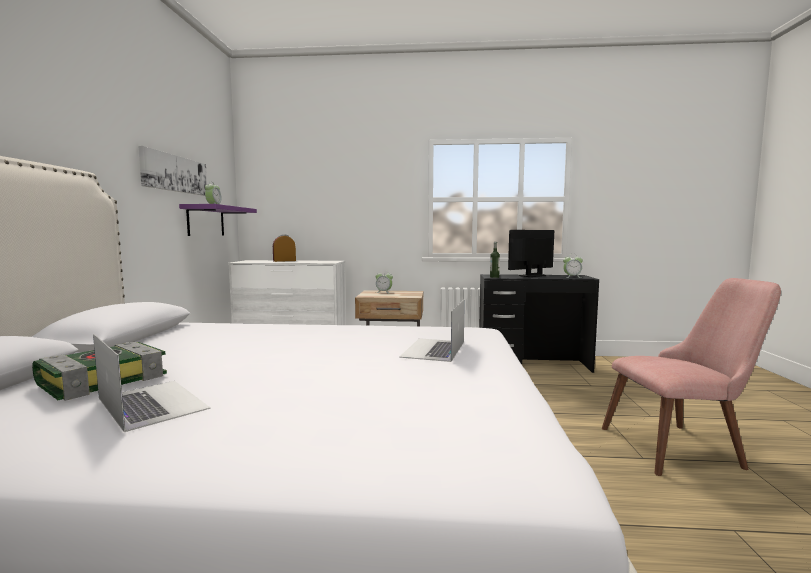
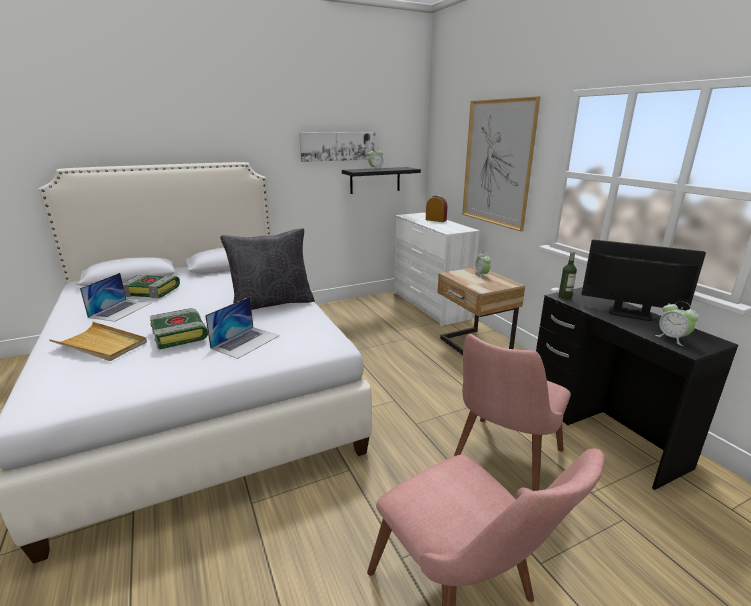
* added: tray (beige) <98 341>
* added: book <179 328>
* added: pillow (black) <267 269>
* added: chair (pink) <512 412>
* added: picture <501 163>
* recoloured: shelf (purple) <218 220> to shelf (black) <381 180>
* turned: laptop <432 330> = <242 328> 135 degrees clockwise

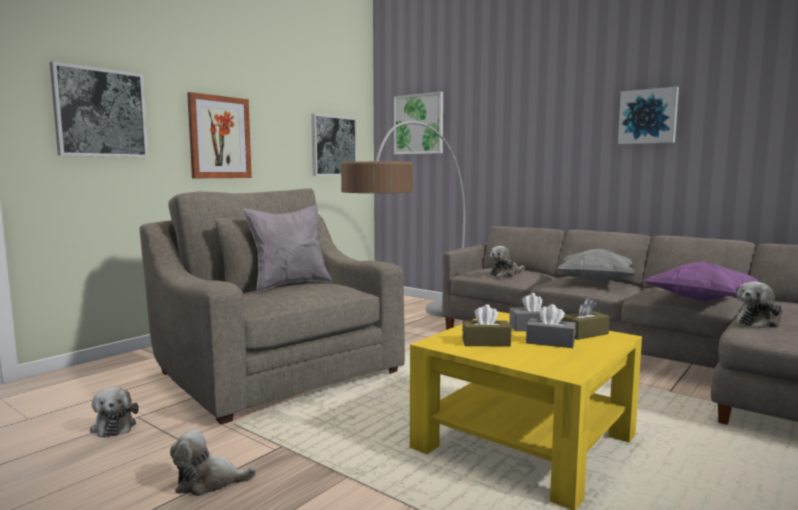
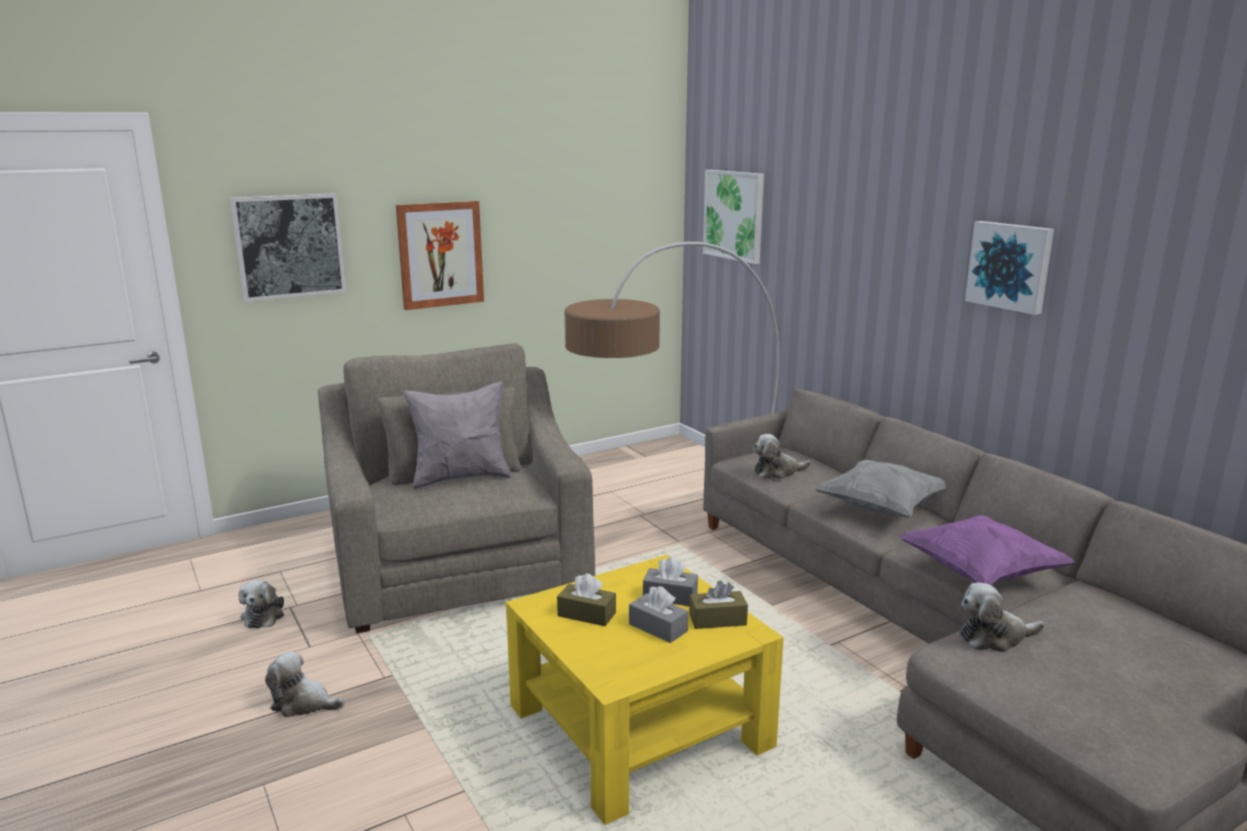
* removed: picture <334 144>

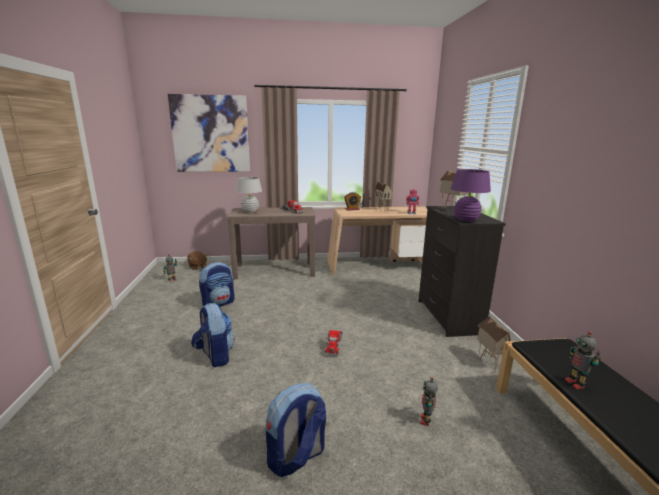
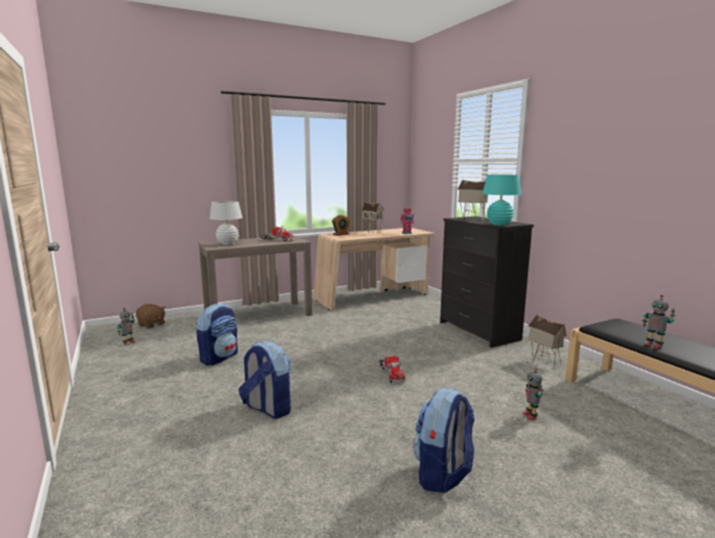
* removed: picture <209 133>
* recoloured: table lamp (purple) <471 195> to table lamp (turquoise) <501 200>

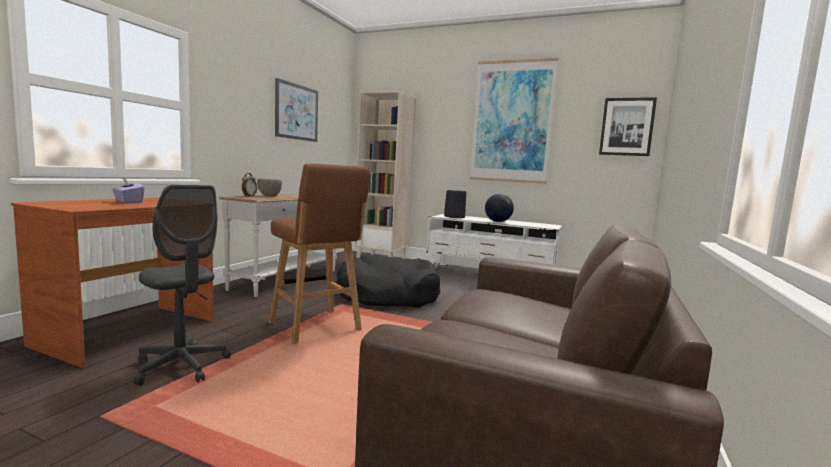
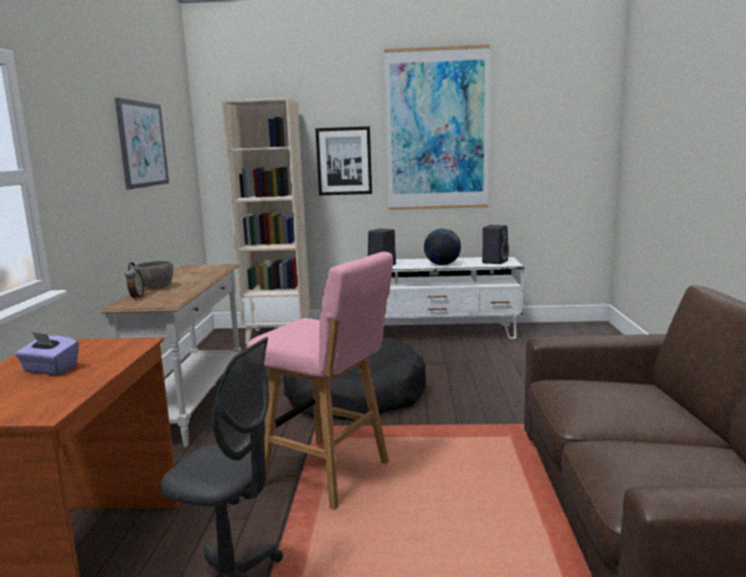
* added: speaker (black) <495 244>
* moved: picture <628 126> to <343 161>
* recoloured: stool (brown) <319 254> to stool (pink) <319 381>

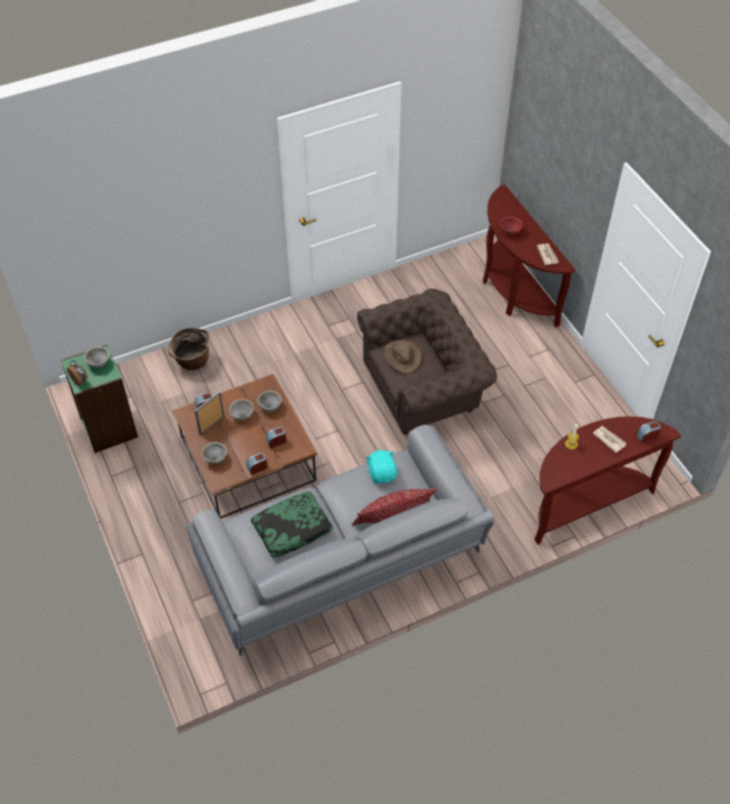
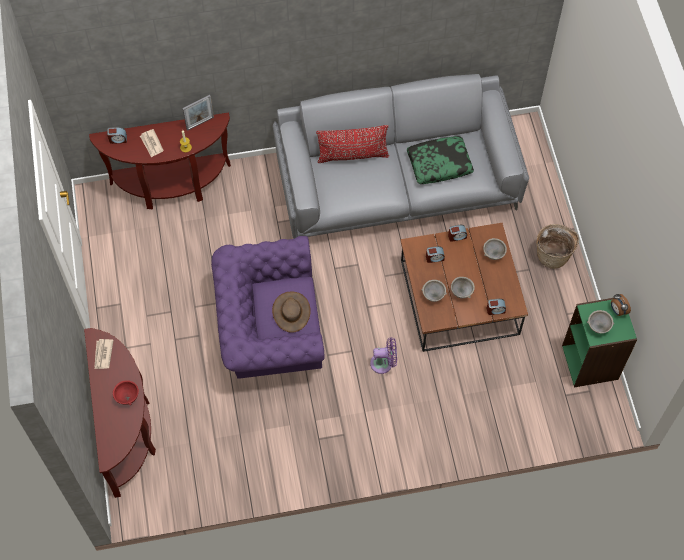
* removed: plush toy (turquoise) <381 467>
* added: fan (purple) <383 355>
* moved: basket <189 349> to <557 246>
* moved: picture frame <210 413> to <198 113>
* recoloured: armchair (brown) <427 361> to armchair (purple) <268 307>

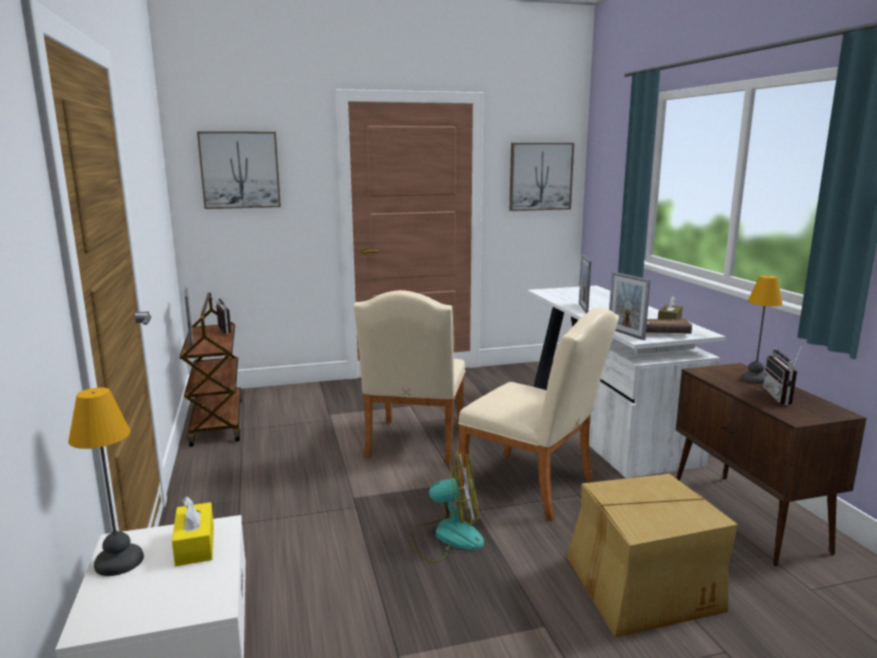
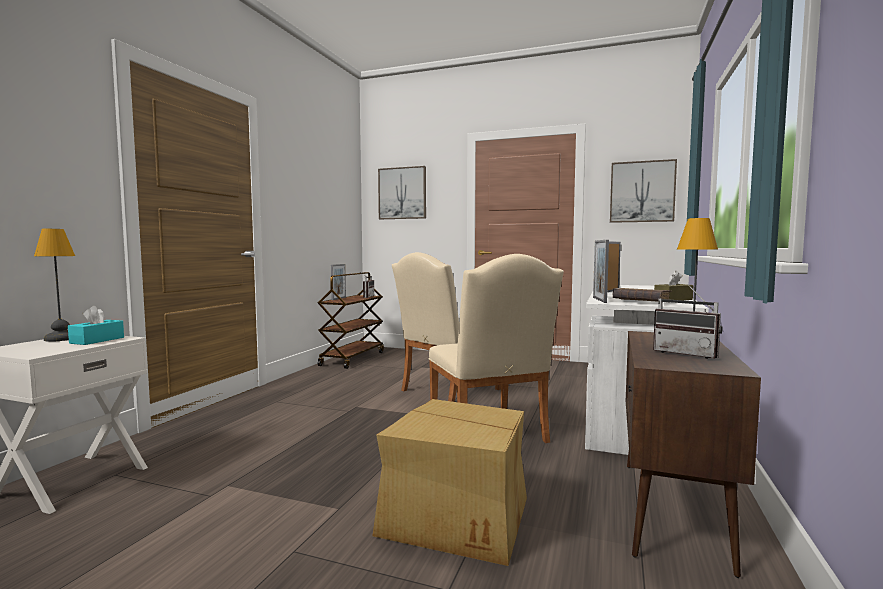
* removed: fan <446 506>
* recoloured: tissue box (yellow) <193 531> to tissue box (turquoise) <96 325>
* turned: radio <783 374> = <688 322> 90 degrees counterclockwise

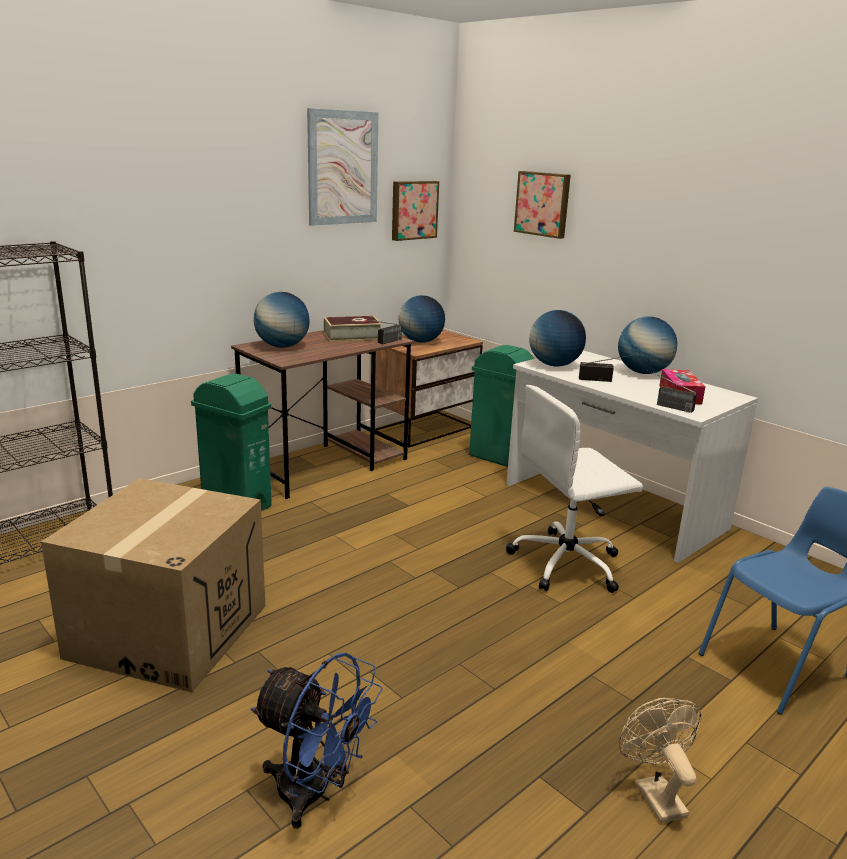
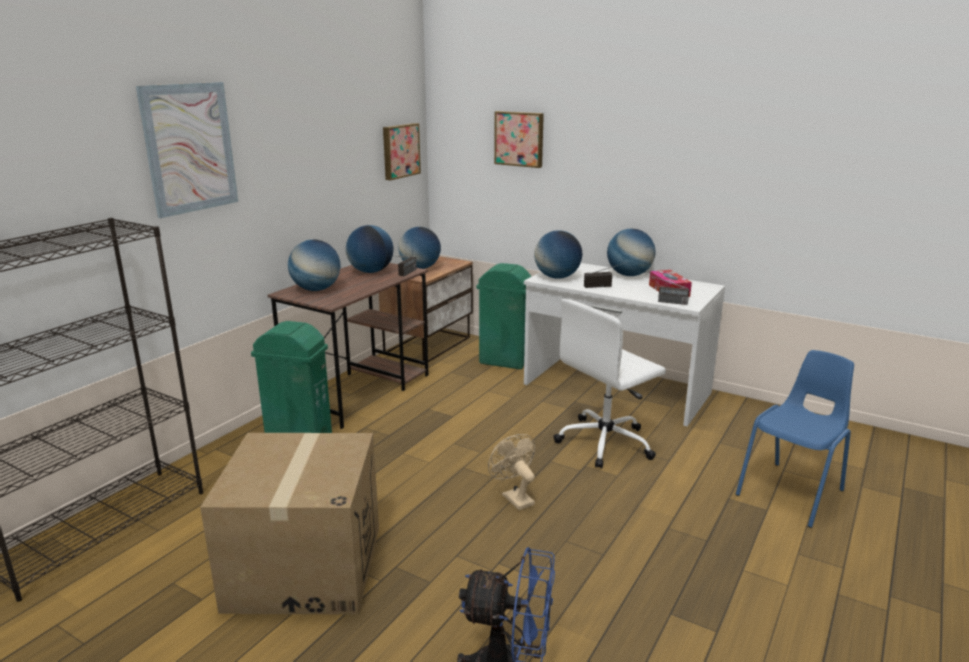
* moved: picture <342 167> to <187 150>
* moved: fan (beige) <660 760> to <511 472>
* replaced: book <353 329> to globe <369 249>

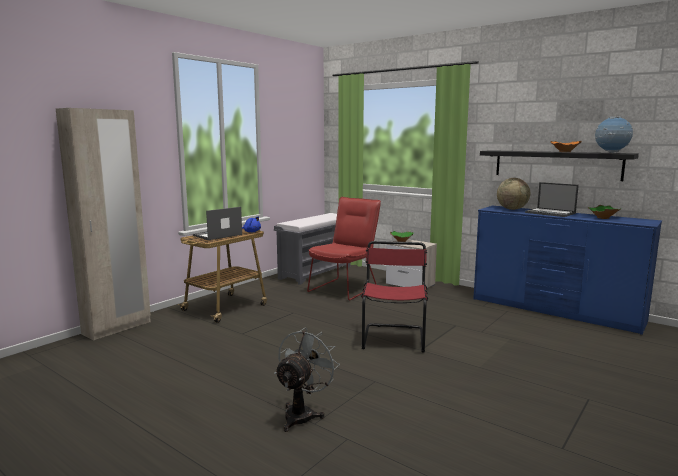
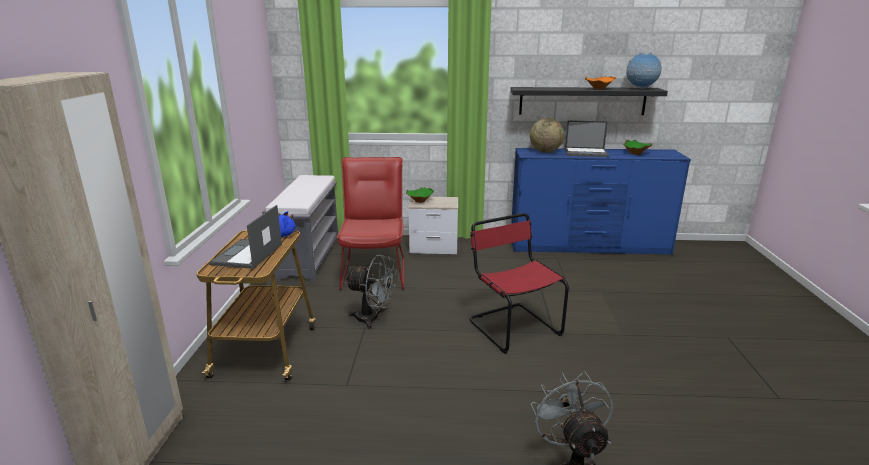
* added: fan (grey) <371 292>

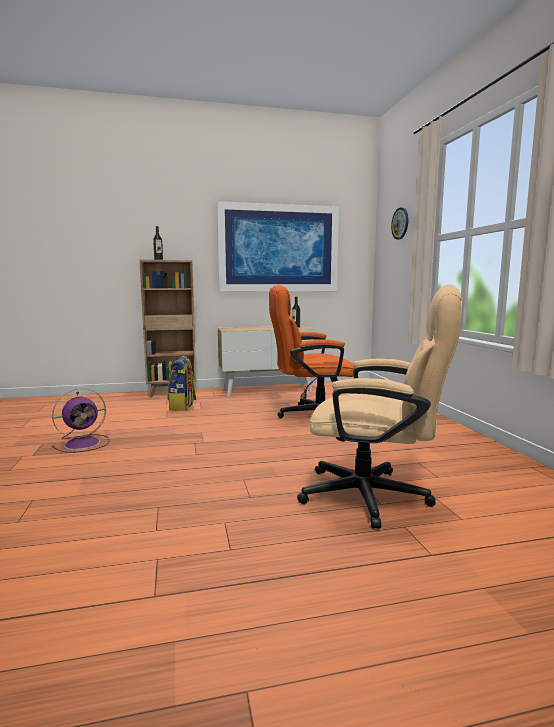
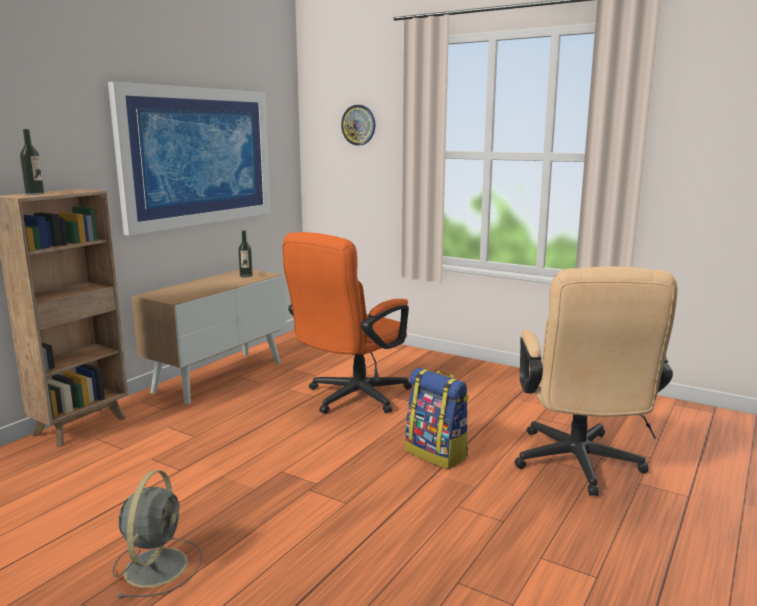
* moved: backpack <182 383> to <437 418>
* recoloured: fan (purple) <81 420> to fan (grey) <157 534>
* turned: office chair (beige) <380 406> = <595 381> 120 degrees clockwise

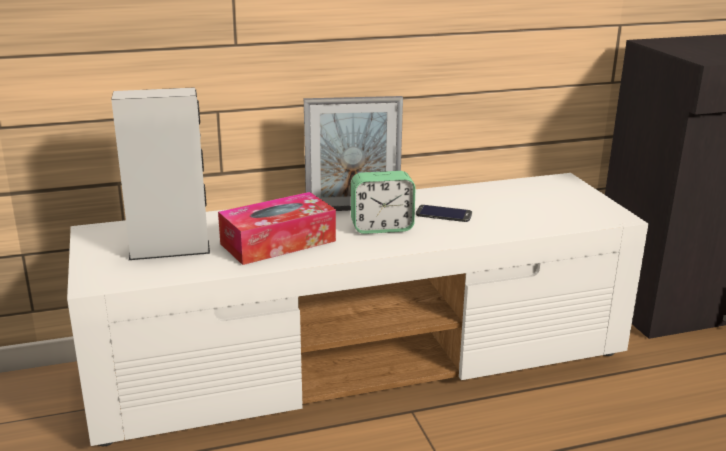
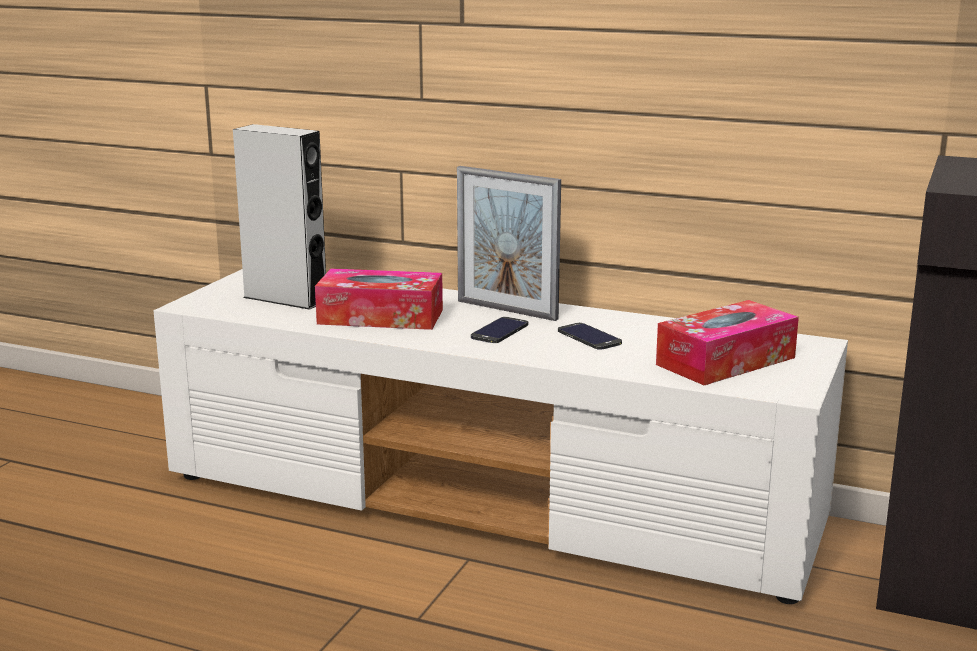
* added: tissue box <727 342>
* replaced: alarm clock <383 202> to phone <499 330>

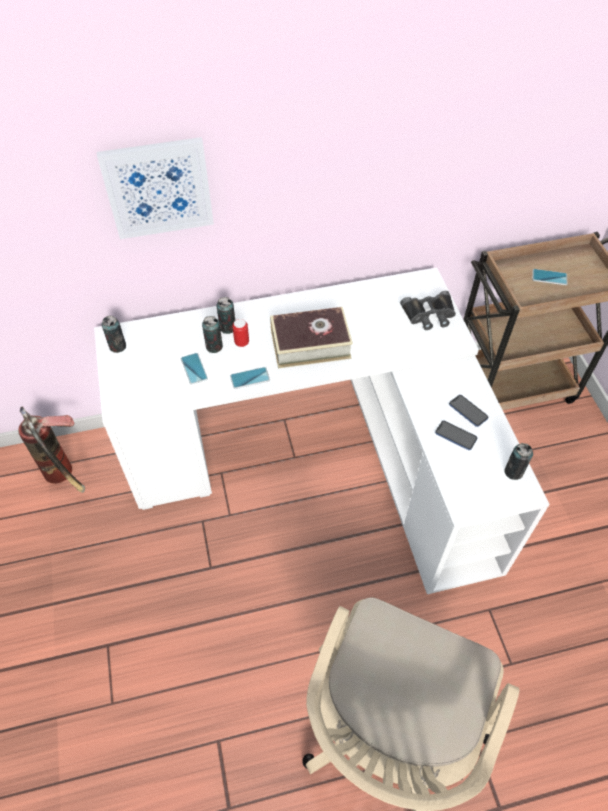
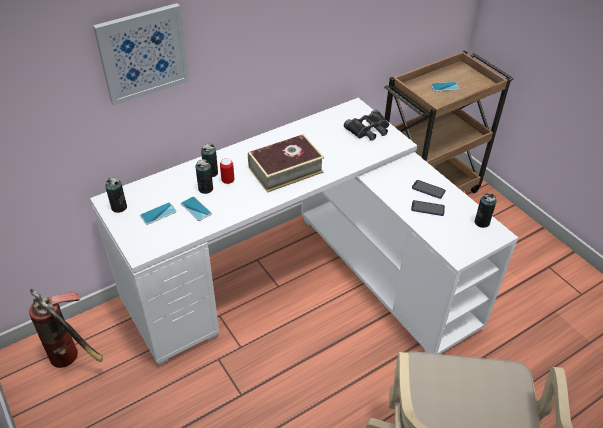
* moved: phone <250 378> to <158 213>

